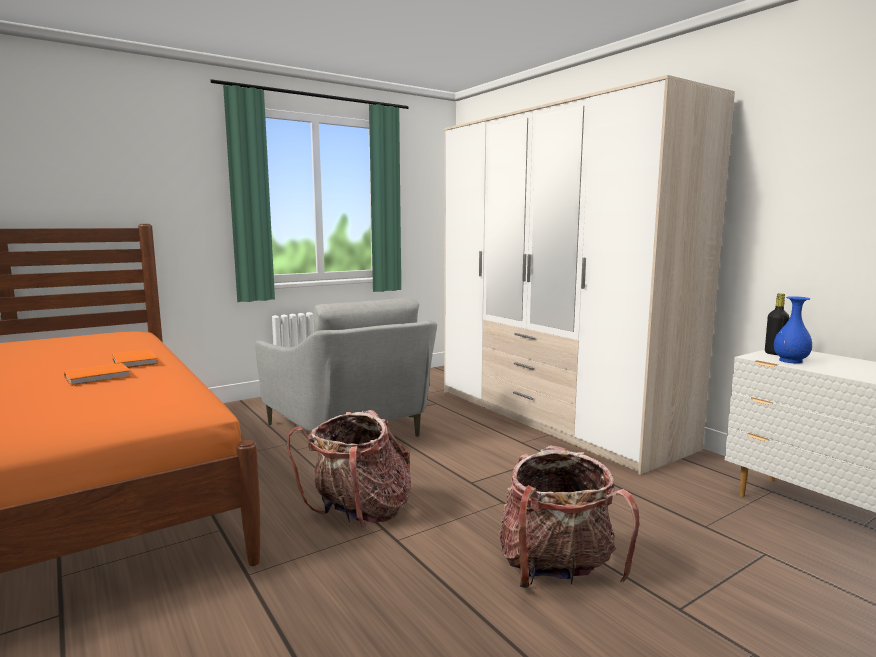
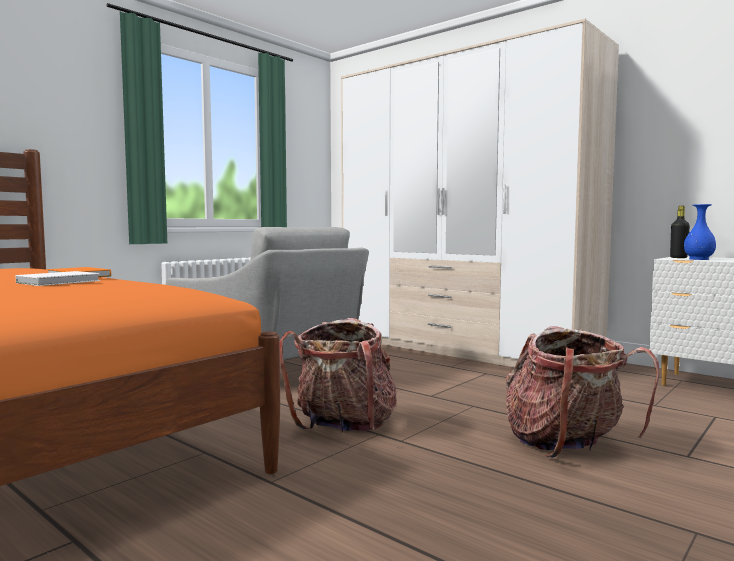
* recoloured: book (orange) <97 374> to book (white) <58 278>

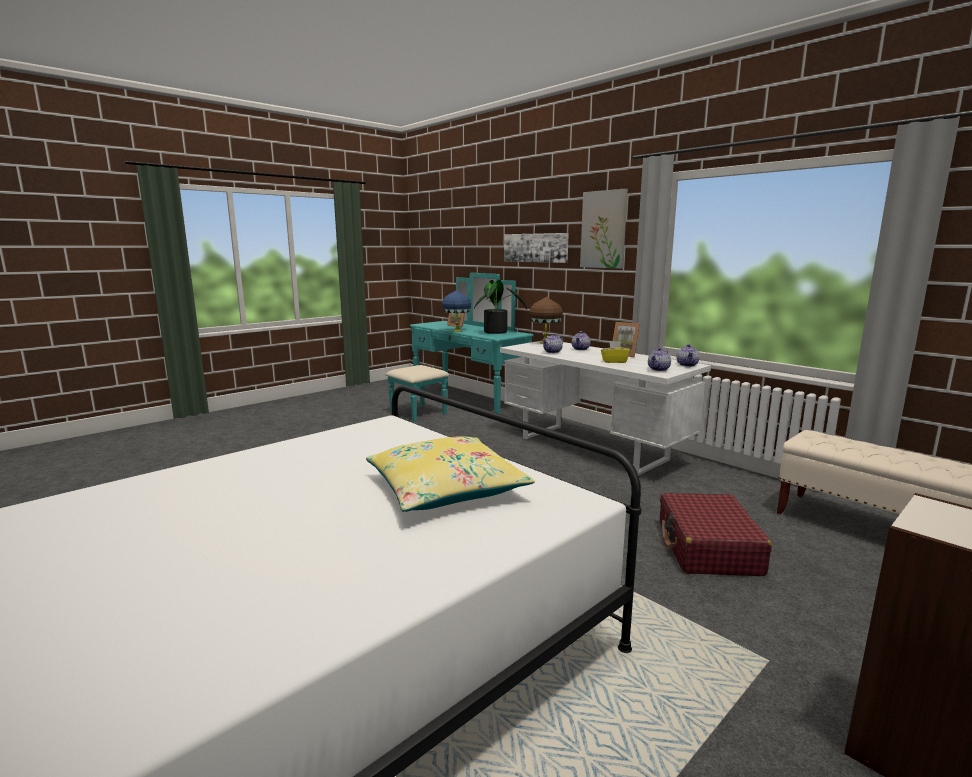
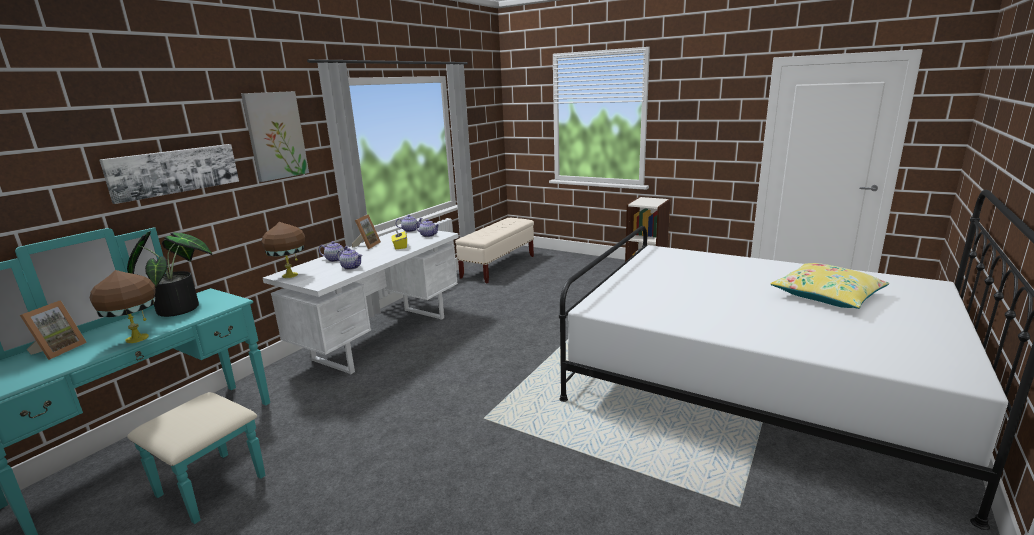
* removed: suitcase (red) <716 534>
* moved: pillow (yellow) <450 474> to <829 286>
* recoloured: table lamp (blue) <456 311> to table lamp (brown) <123 306>

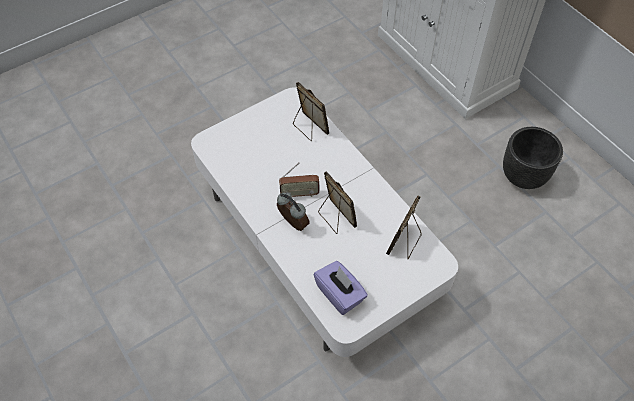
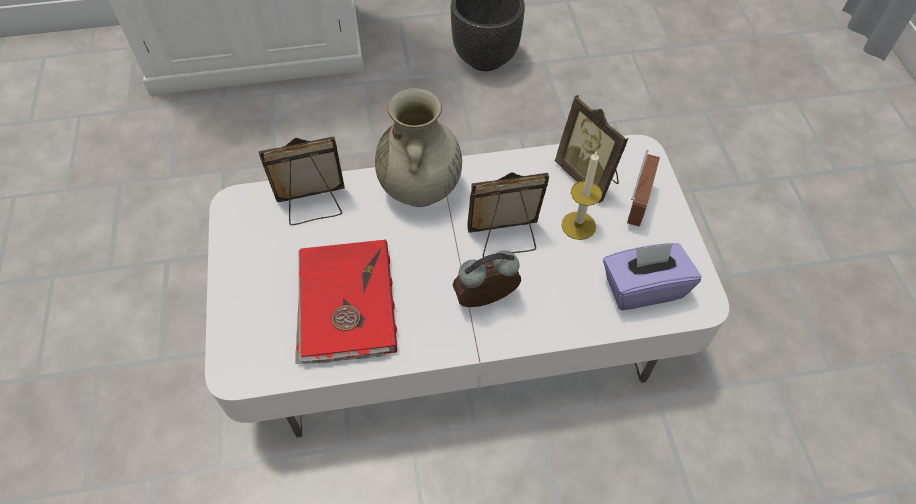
* added: book (red) <346 301>
* added: vase (beige) <418 147>
* added: candle <581 195>
* moved: radio <299 179> to <643 188>

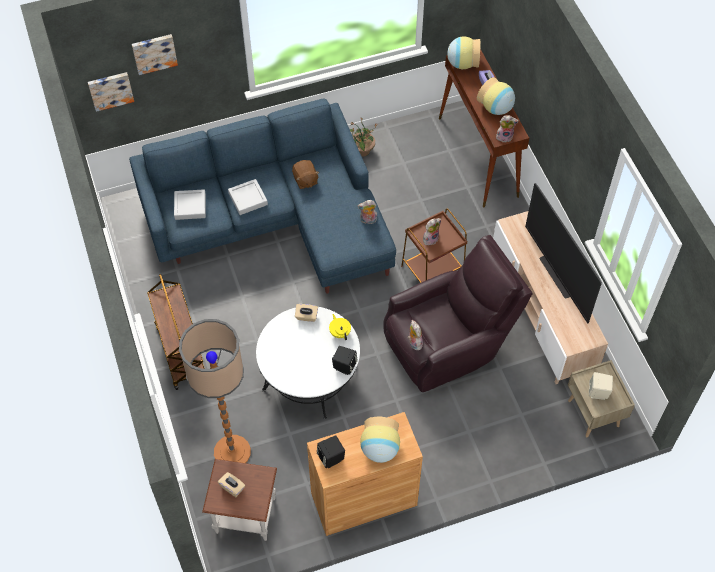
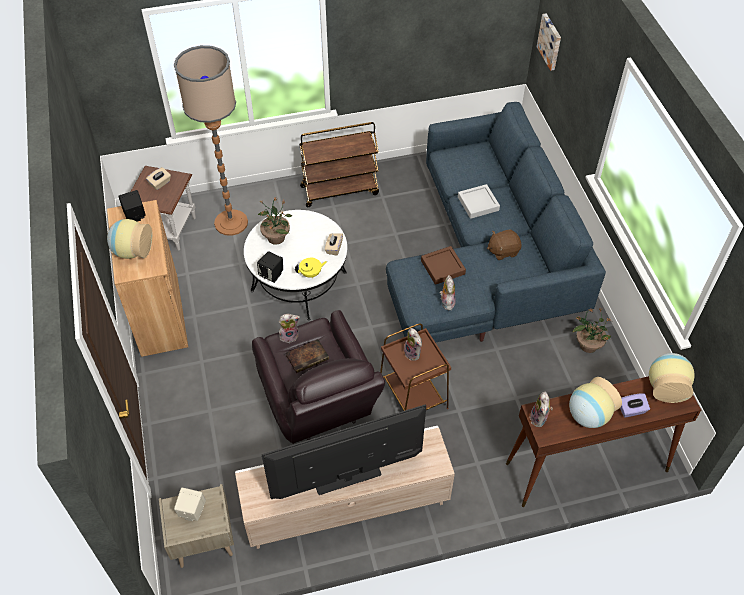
* removed: picture <155 54>
* removed: tray (grey) <190 204>
* added: potted plant <275 221>
* added: book <307 356>
* added: tray (brown) <443 265>

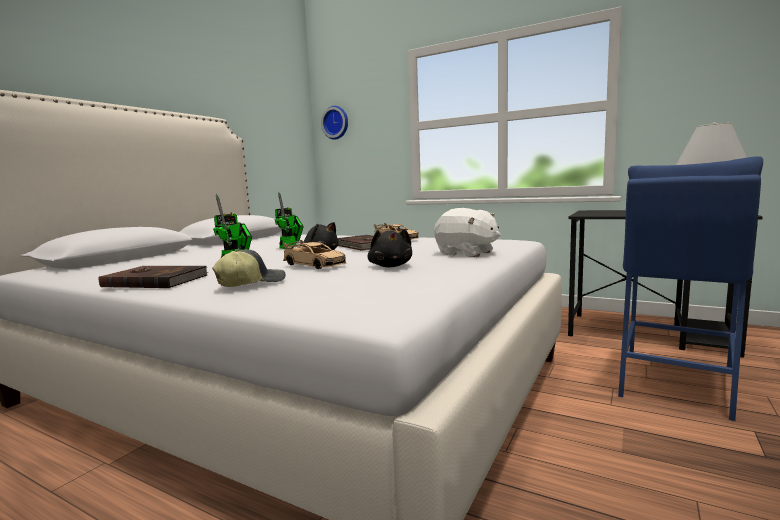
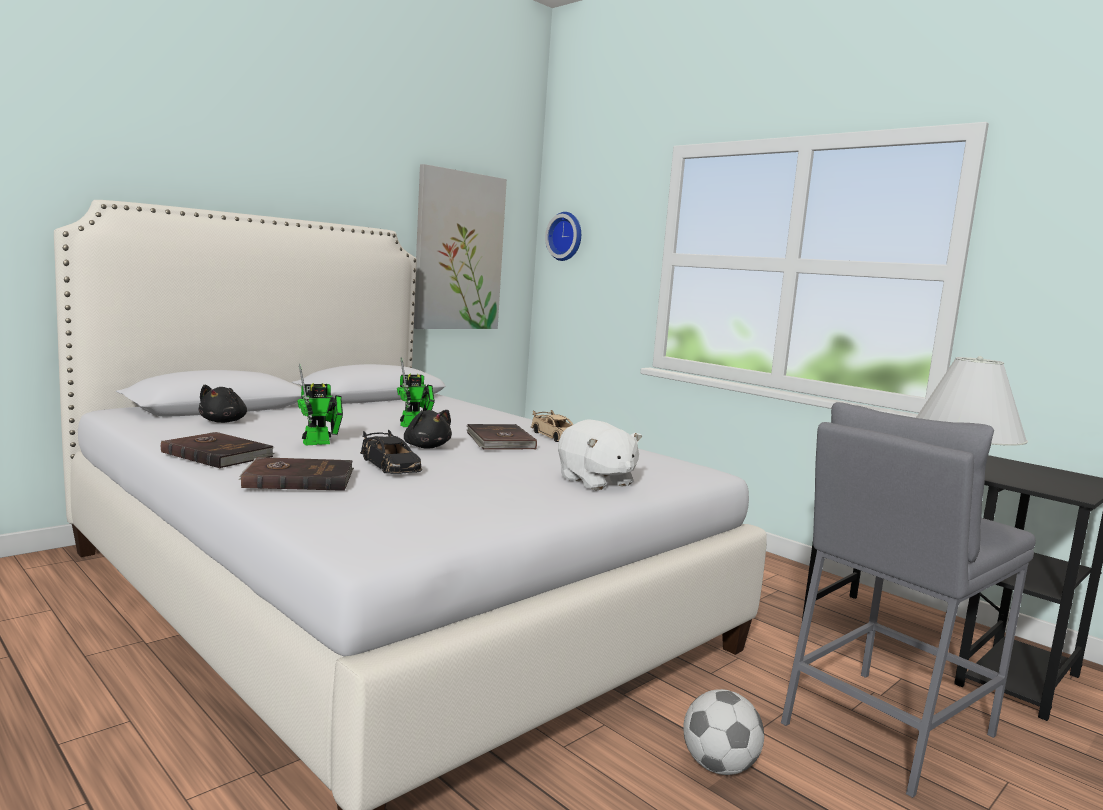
* added: picture <460 246>
* added: football <723 732>
* moved: plush toy (black) <389 248> to <222 404>
* replaced: cap <249 268> to book (brown) <296 474>
* recoloured: toy car (beige) <314 254> to toy car (black) <391 452>
* recoloured: stool (blue) <690 288> to stool (grey) <908 600>

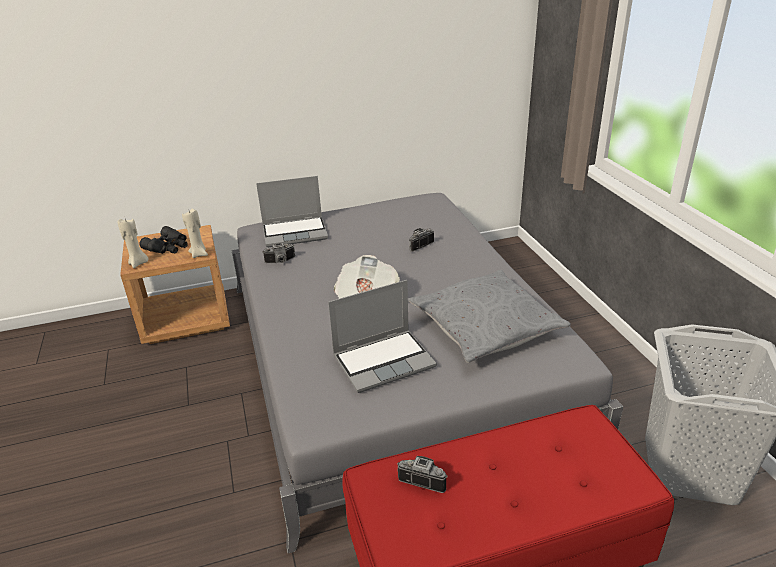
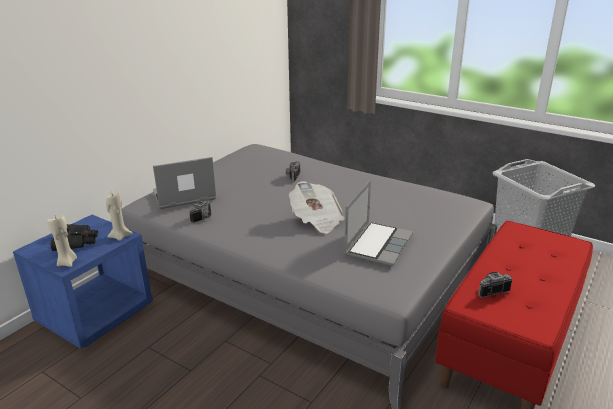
* removed: pillow (grey) <489 316>
* recoloured: nightstand (brown) <175 284> to nightstand (blue) <83 282>
* turned: laptop <292 211> = <184 183> 150 degrees counterclockwise

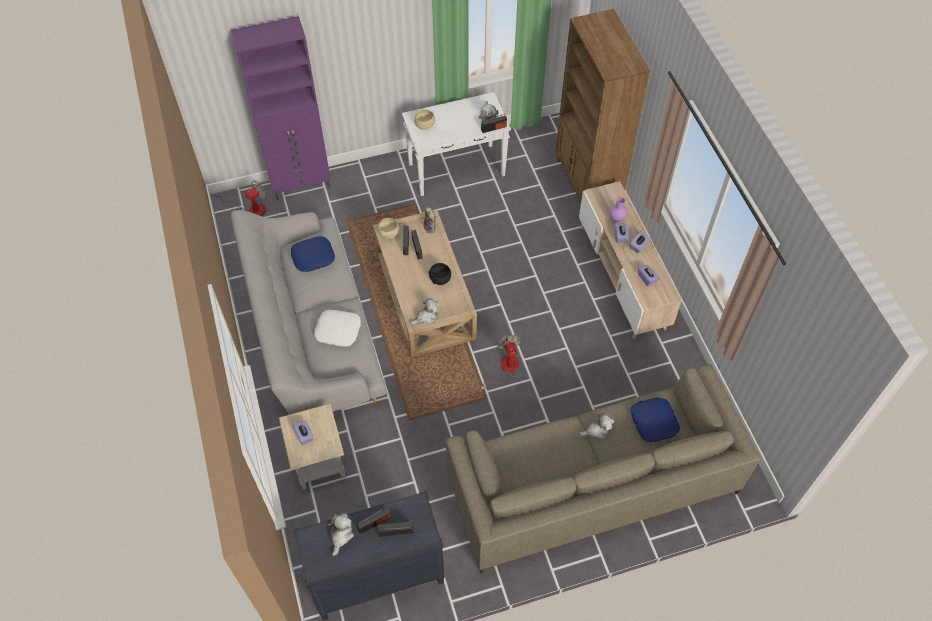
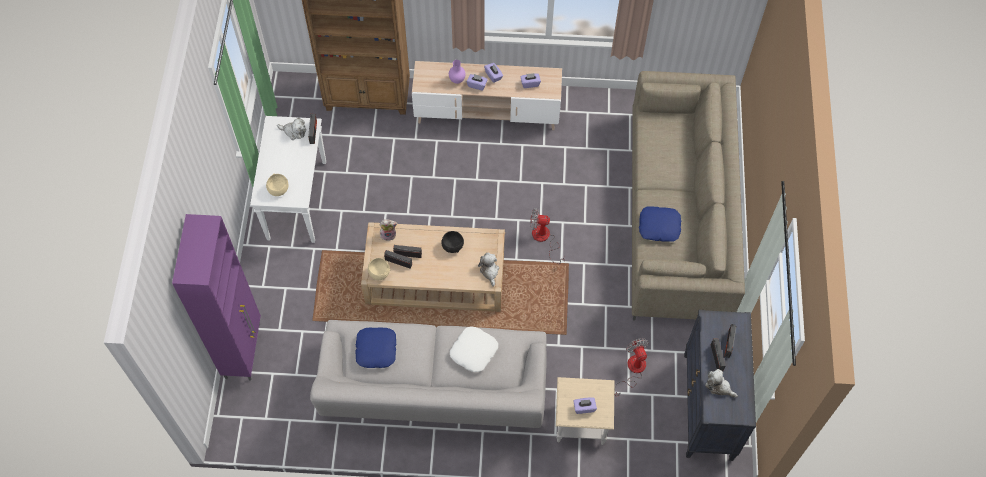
* removed: plush toy <596 426>
* moved: fan <240 198> to <631 367>
* moved: pillow (blue) <655 420> to <660 224>

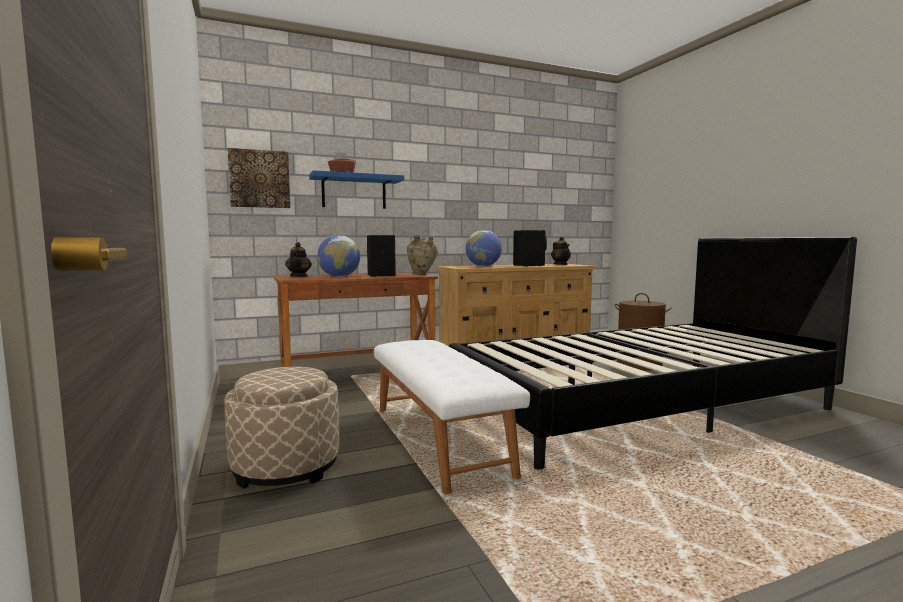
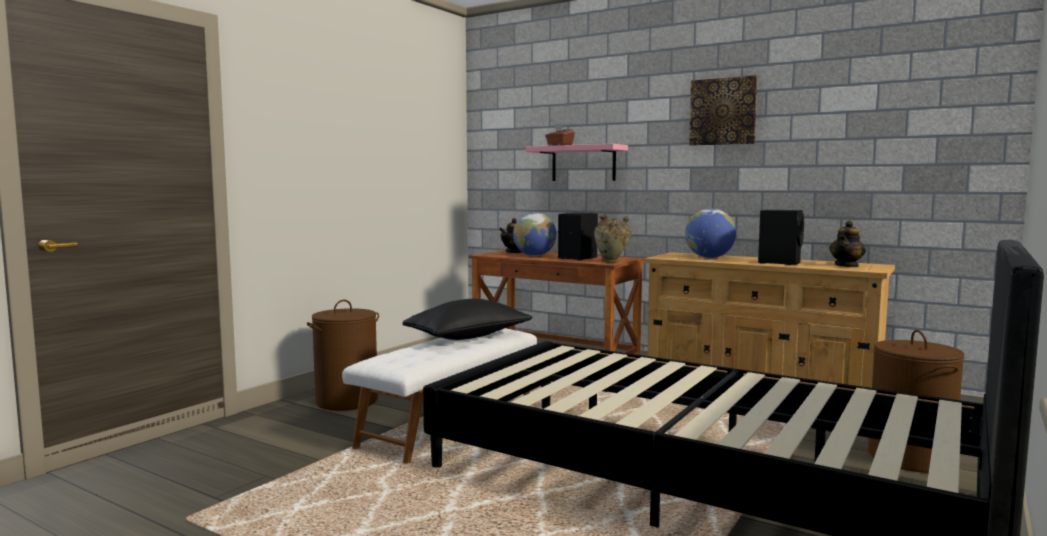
* added: pillow (black) <467 319>
* moved: picture <259 178> to <723 110>
* replaced: ottoman (beige) <282 428> to laundry basket (brown) <343 355>
* recoloured: shelf (blue) <356 189> to shelf (pink) <576 162>

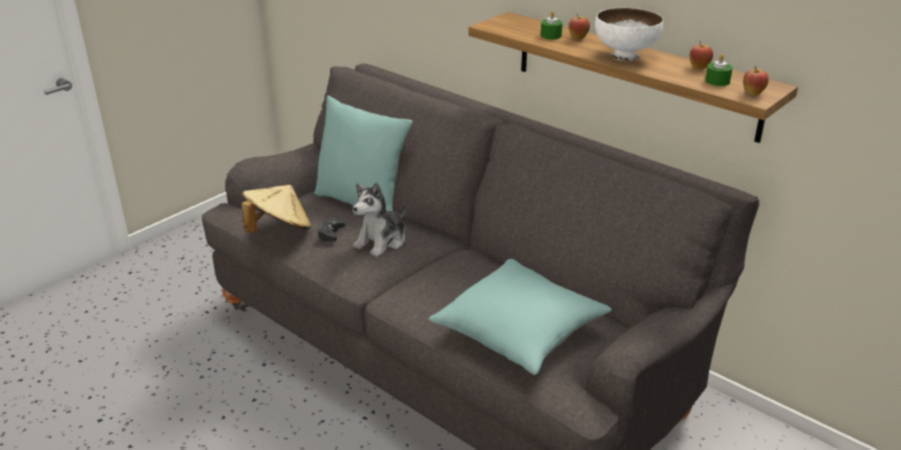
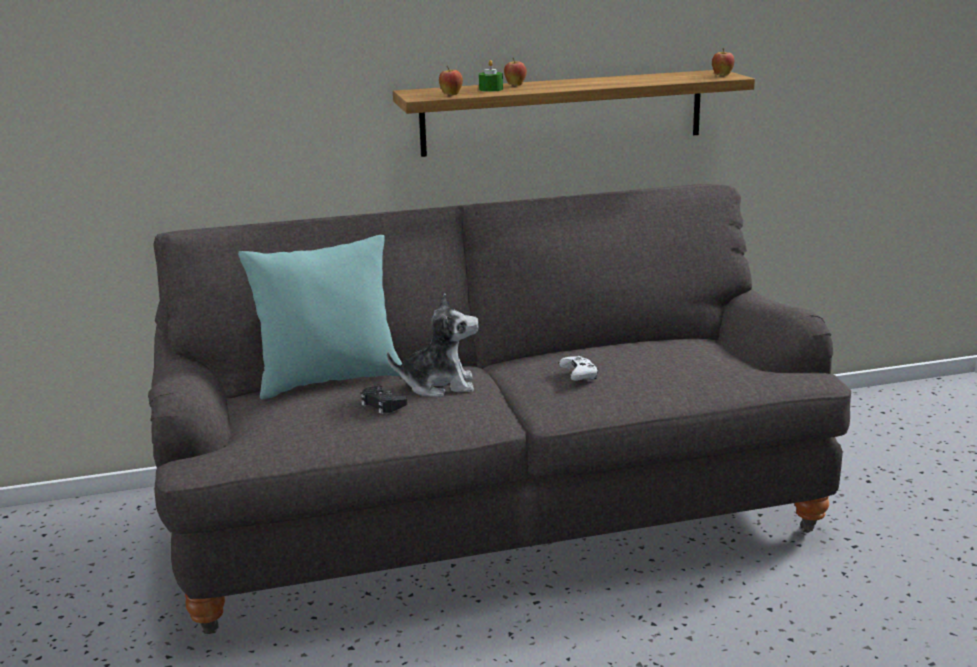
* removed: hat (beige) <277 209>
* removed: pillow (turquoise) <520 317>
* removed: bowl (white) <629 34>
* removed: candle (green) <719 70>
* added: game controller (white) <578 368>
* moved: apple <701 55> to <451 80>
* turned: plush toy <379 219> = <433 345> 75 degrees counterclockwise

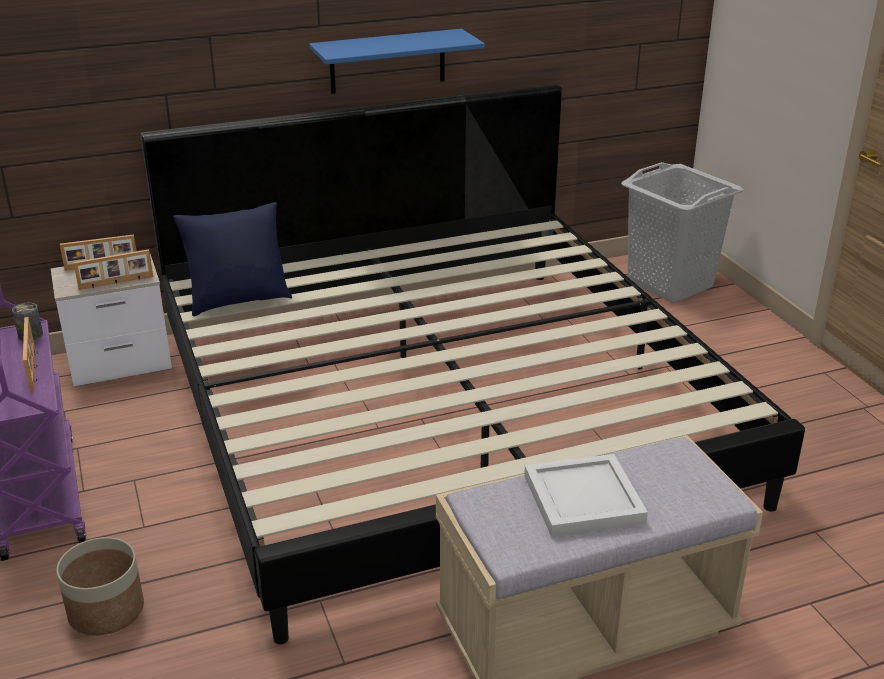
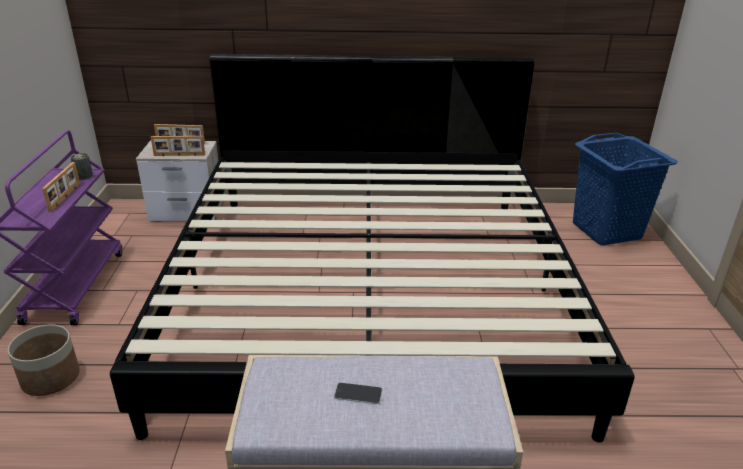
* removed: pillow (blue) <232 259>
* removed: shelf (blue) <397 61>
* replaced: tray (white) <586 495> to phone <358 393>
* recoloured: laundry basket (grey) <682 232> to laundry basket (blue) <625 189>

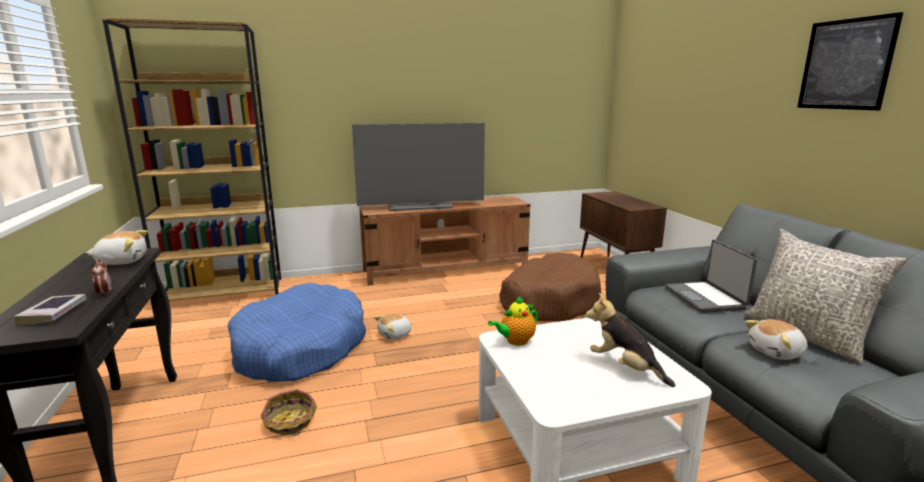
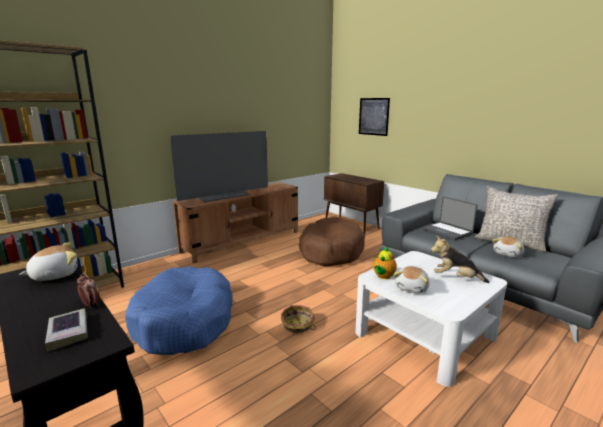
* moved: basket <289 412> to <298 319>
* moved: plush toy <393 326> to <412 280>
* moved: picture <850 61> to <374 117>

